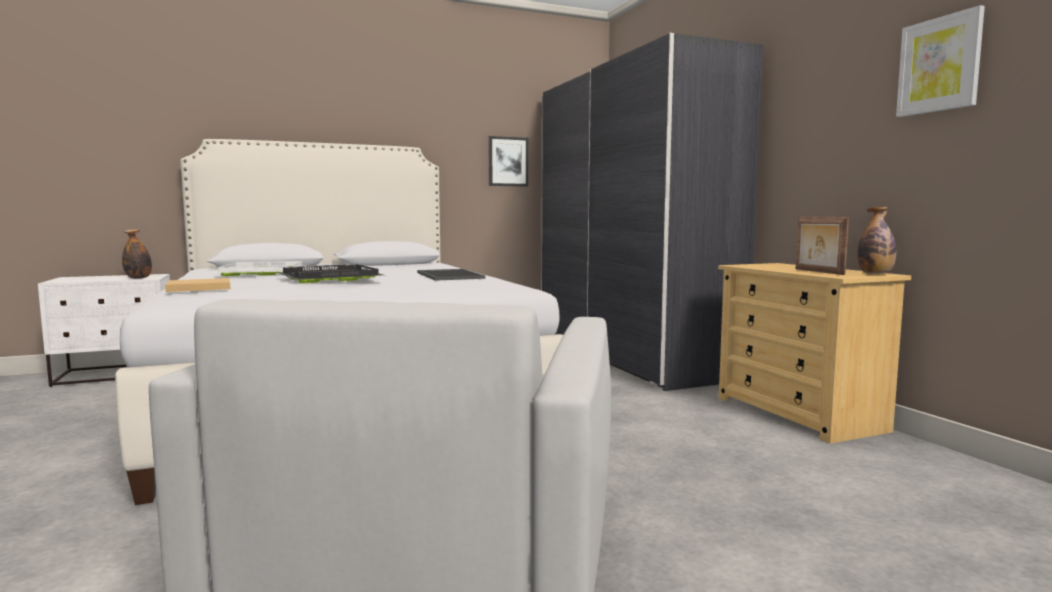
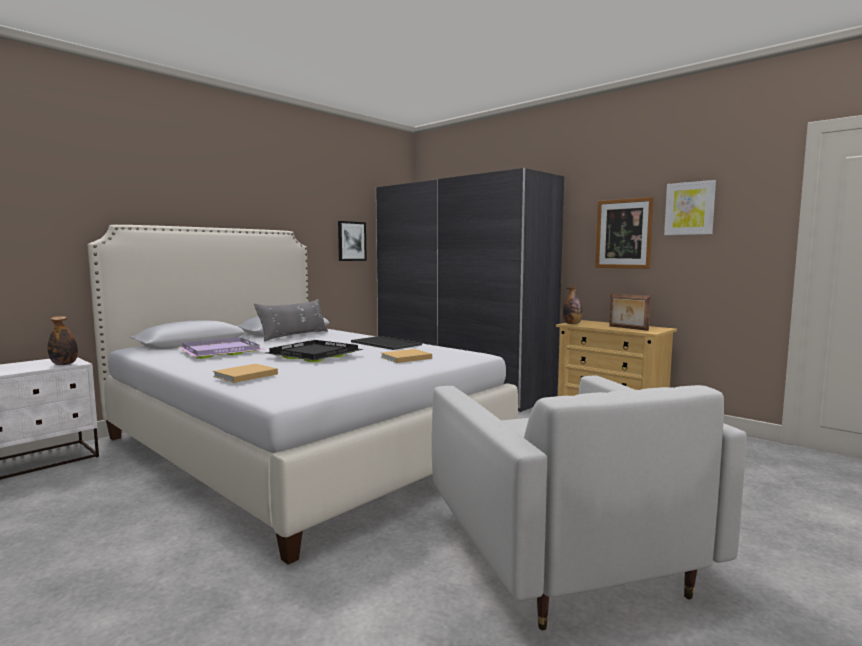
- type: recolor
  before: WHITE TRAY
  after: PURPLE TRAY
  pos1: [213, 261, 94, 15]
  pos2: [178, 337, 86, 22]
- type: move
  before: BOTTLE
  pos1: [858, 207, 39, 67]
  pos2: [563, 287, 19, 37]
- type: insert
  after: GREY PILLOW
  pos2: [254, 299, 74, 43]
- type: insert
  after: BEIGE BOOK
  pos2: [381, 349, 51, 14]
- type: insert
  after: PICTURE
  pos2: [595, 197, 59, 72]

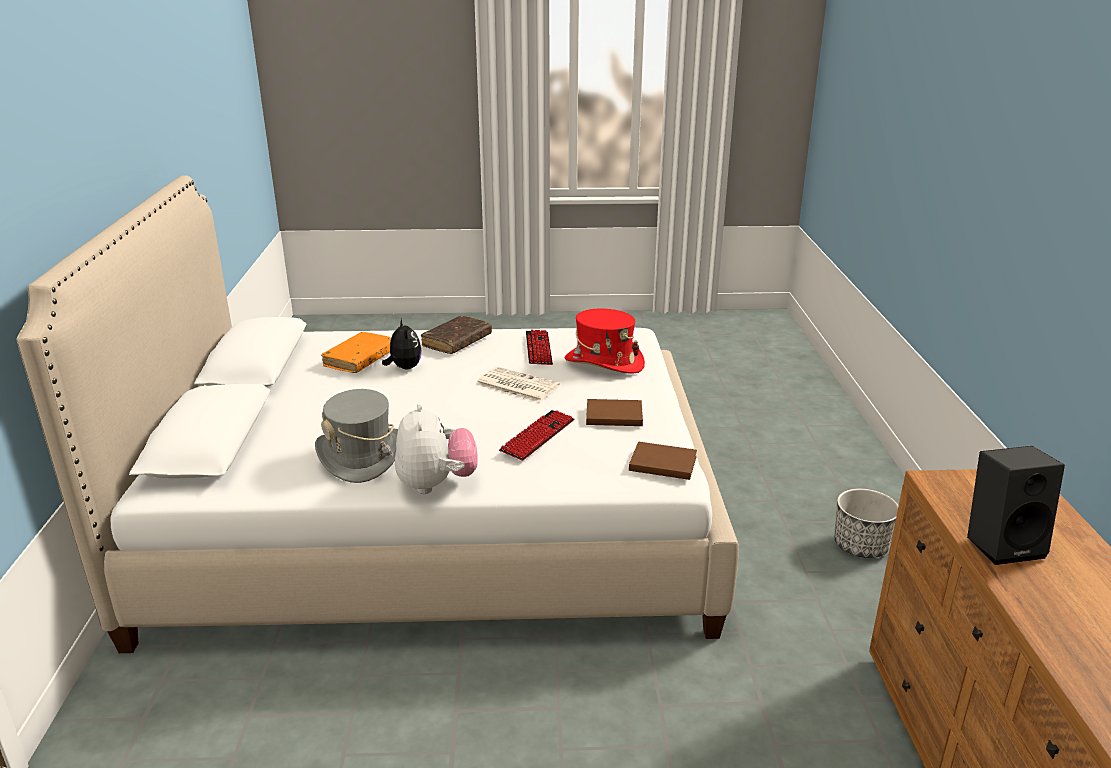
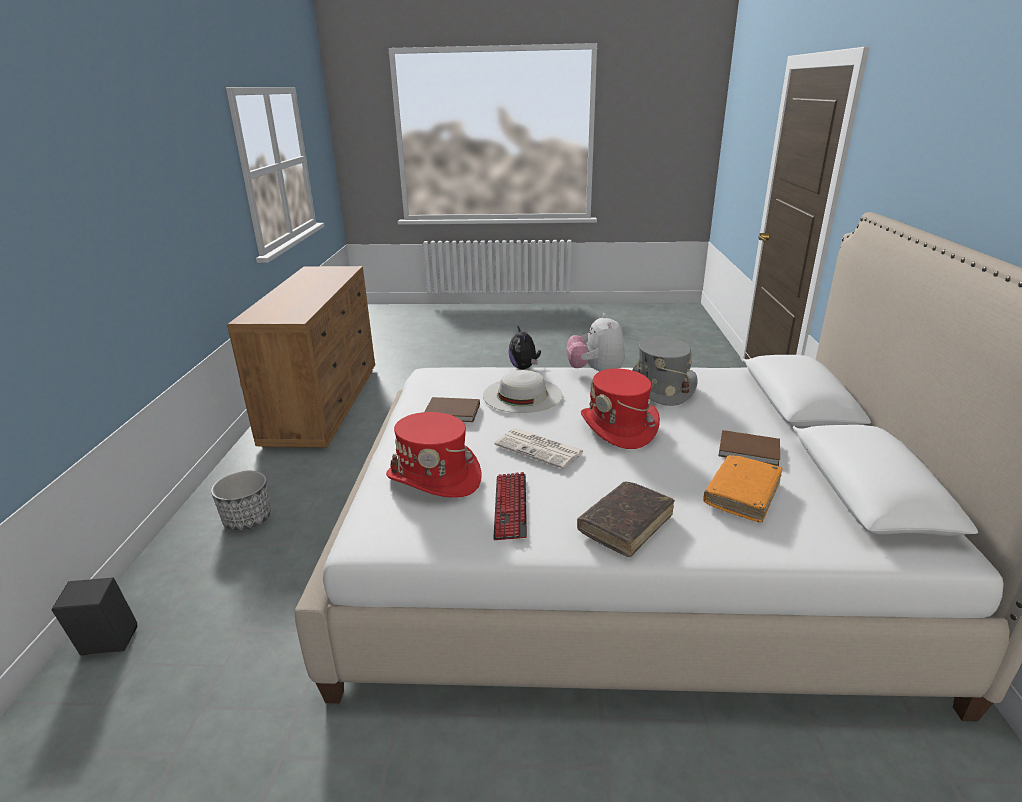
- type: move
  before: PLUSH TOY
  pos1: [382, 319, 40, 51]
  pos2: [508, 327, 33, 42]
- type: replace
  before: KEYBOARD
  after: WHITE HAT
  pos1: [499, 410, 75, 51]
  pos2: [483, 370, 79, 43]
- type: move
  before: BROWN BOOK
  pos1: [629, 441, 68, 39]
  pos2: [718, 430, 62, 36]
- type: move
  before: BLACK SPEAKER
  pos1: [967, 446, 98, 119]
  pos2: [51, 577, 86, 78]
- type: insert
  after: RED HAT
  pos2: [581, 368, 79, 81]

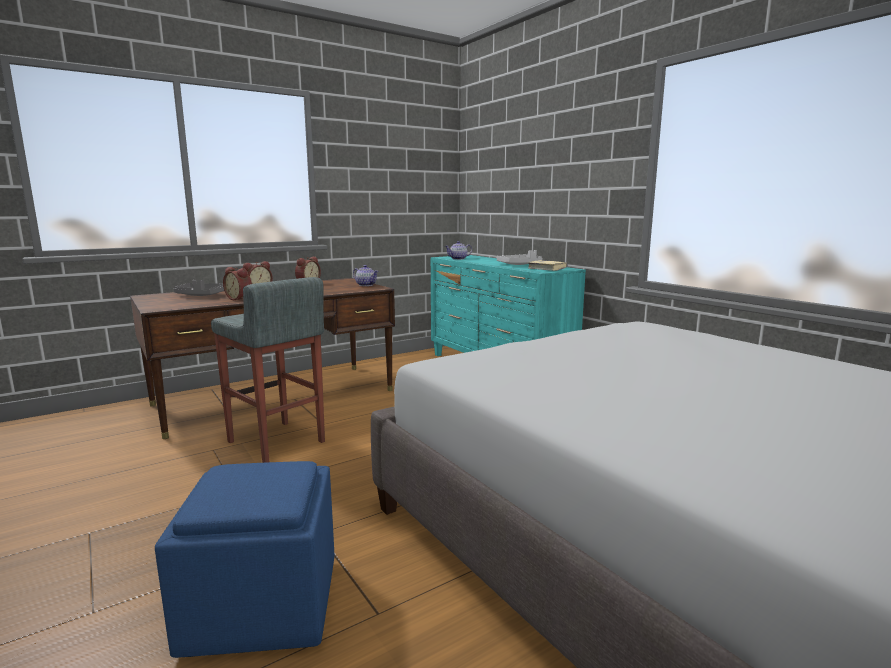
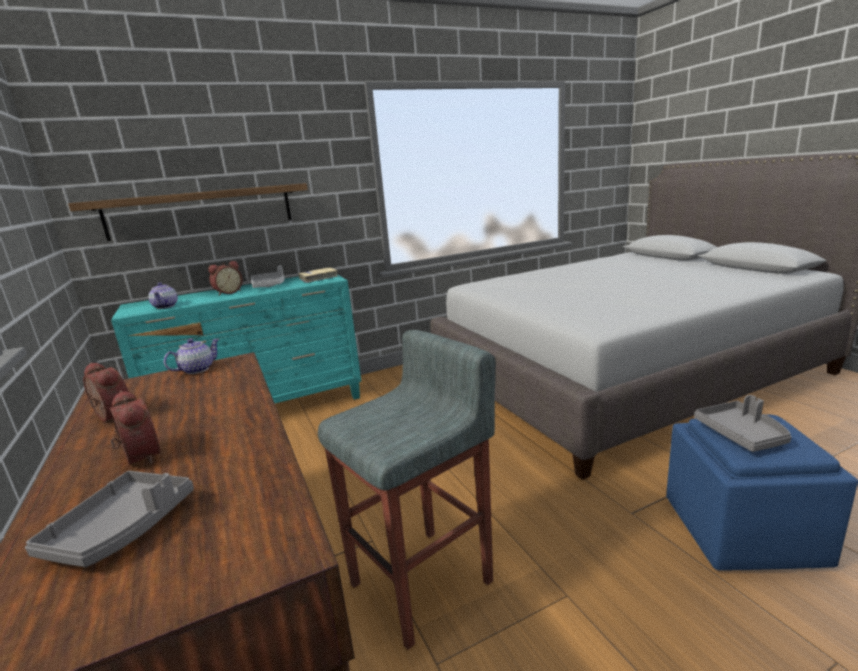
- type: move
  before: ALARM CLOCK
  pos1: [223, 267, 29, 33]
  pos2: [208, 261, 35, 35]
- type: insert
  after: SHELF
  pos2: [68, 183, 240, 58]
- type: insert
  after: GREY TRAY
  pos2: [694, 395, 98, 57]

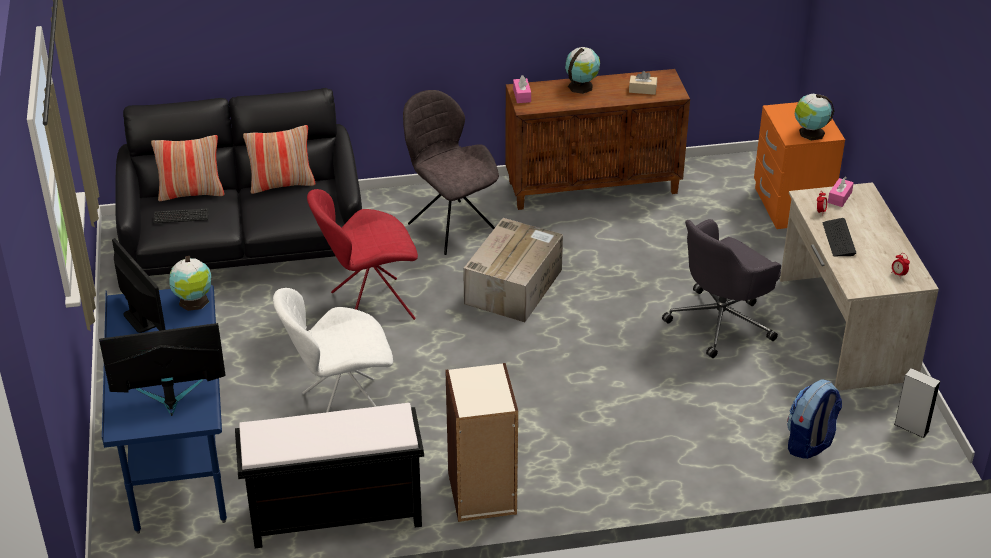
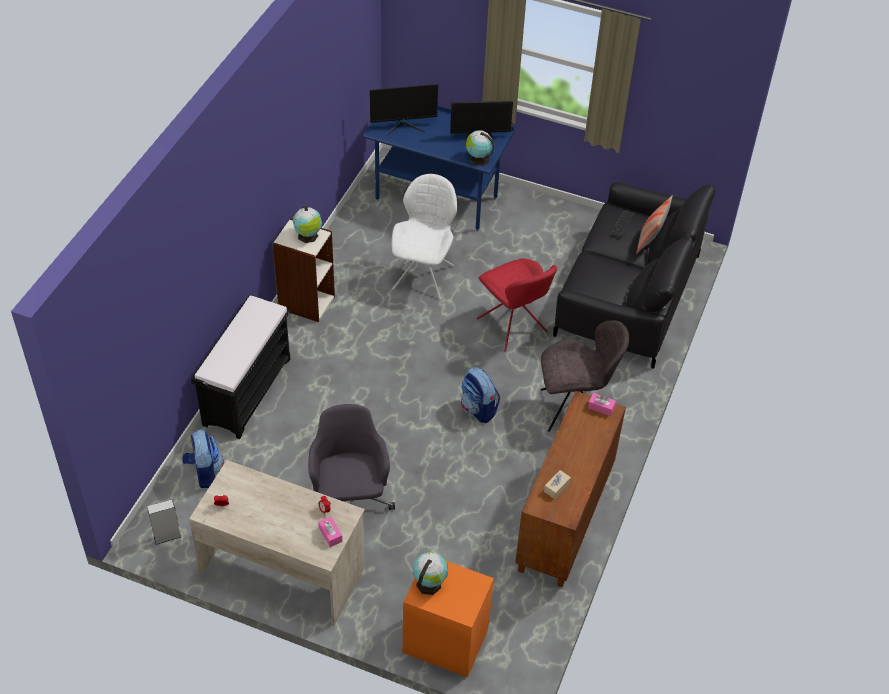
- type: rotate
  before: MONITOR
  pos1: [99, 323, 126, 93]
  pos2: [370, 84, 68, 52]
  turn: 60
- type: move
  before: BLACK BENCH
  pos1: [235, 403, 189, 145]
  pos2: [191, 295, 100, 144]
- type: delete
  before: PILLOW
  pos1: [243, 125, 73, 69]
- type: rotate
  before: RED CHAIR
  pos1: [307, 189, 111, 131]
  pos2: [477, 258, 80, 94]
  turn: 135
- type: replace
  before: CARDBOARD BOX
  after: BACKPACK
  pos1: [463, 218, 100, 104]
  pos2: [461, 367, 39, 56]
- type: move
  before: GLOBE
  pos1: [565, 47, 35, 47]
  pos2: [293, 206, 29, 37]
- type: delete
  before: KEYBOARD
  pos1: [823, 218, 33, 38]

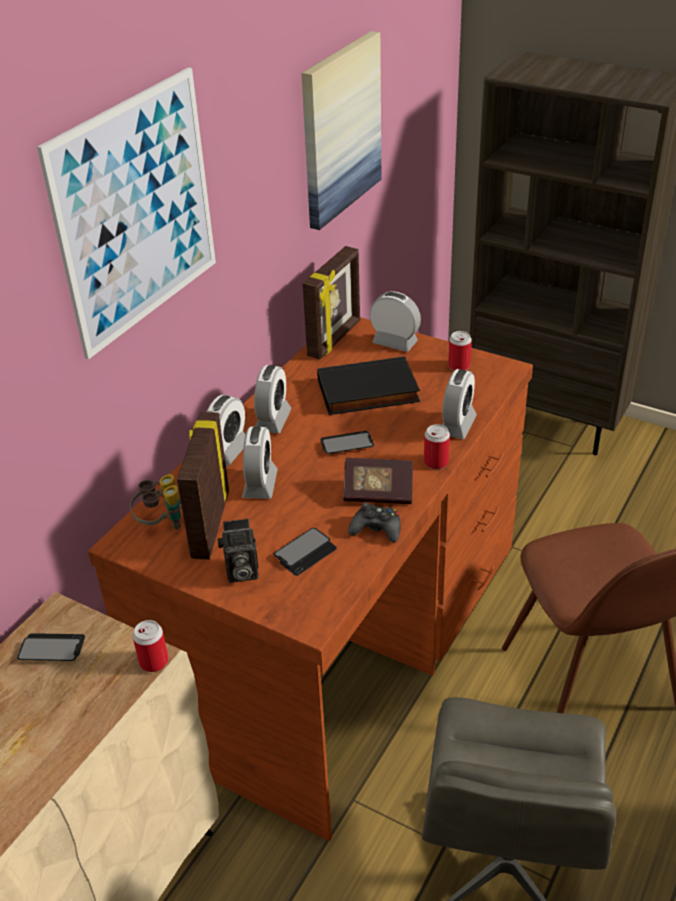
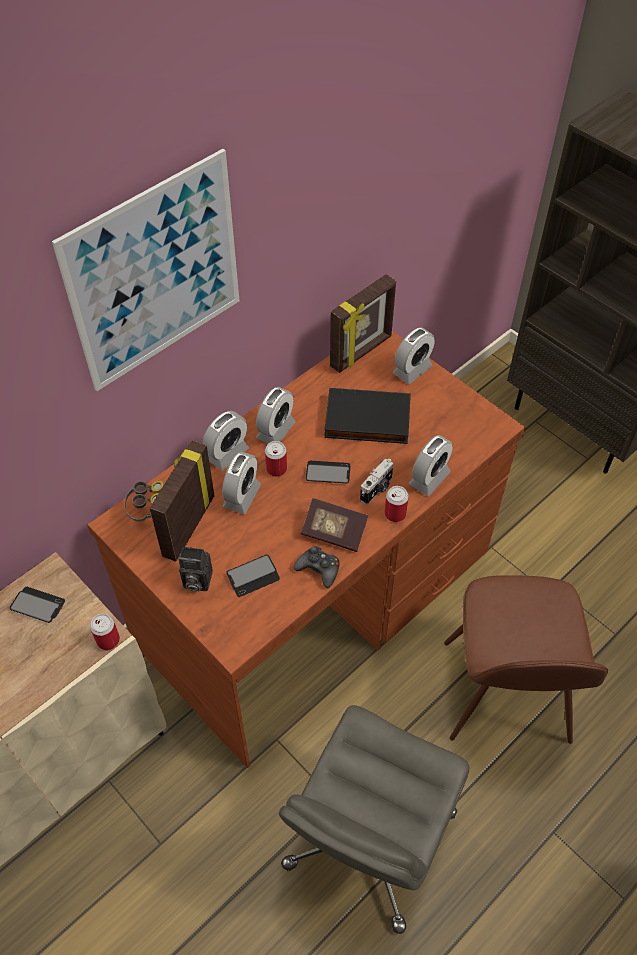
- type: delete
  before: PICTURE
  pos1: [301, 31, 80, 199]
- type: rotate
  before: ALARM CLOCK
  pos1: [370, 291, 51, 61]
  pos2: [393, 328, 42, 56]
  turn: 90
- type: move
  before: CAN
  pos1: [448, 331, 24, 40]
  pos2: [265, 441, 22, 36]
- type: insert
  after: PHOTO CAMERA
  pos2: [360, 458, 34, 47]

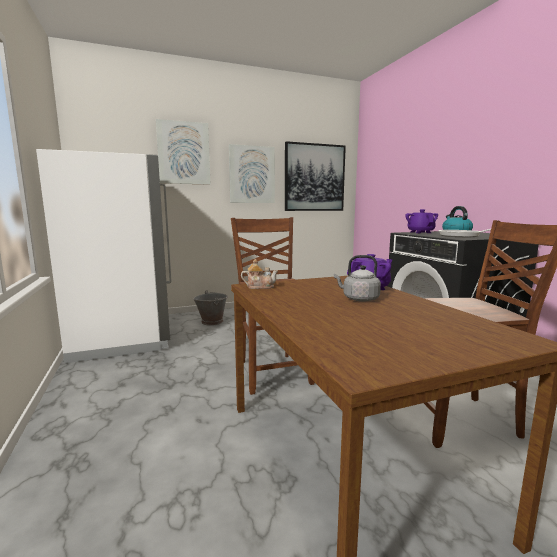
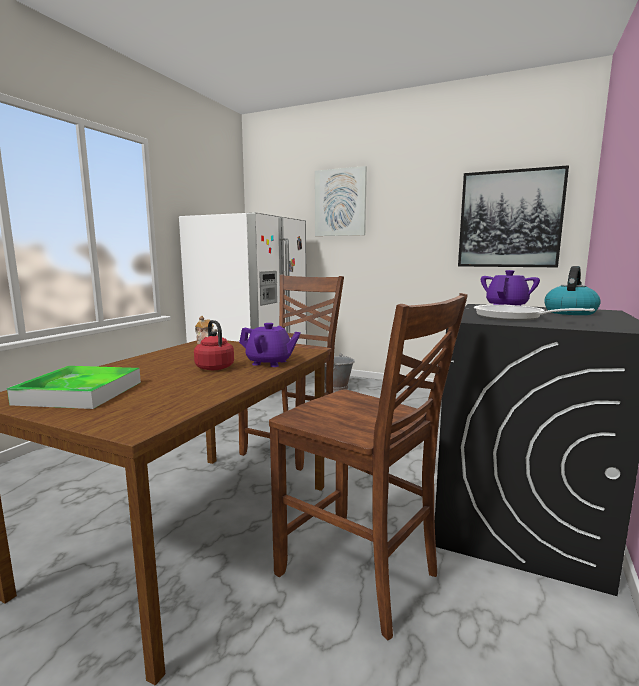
- type: delete
  before: PICTURE
  pos1: [229, 144, 46, 59]
- type: recolor
  before: GREY KETTLE
  after: RED KETTLE
  pos1: [334, 255, 47, 47]
  pos2: [194, 320, 40, 50]
- type: insert
  after: TRAY
  pos2: [7, 366, 134, 43]

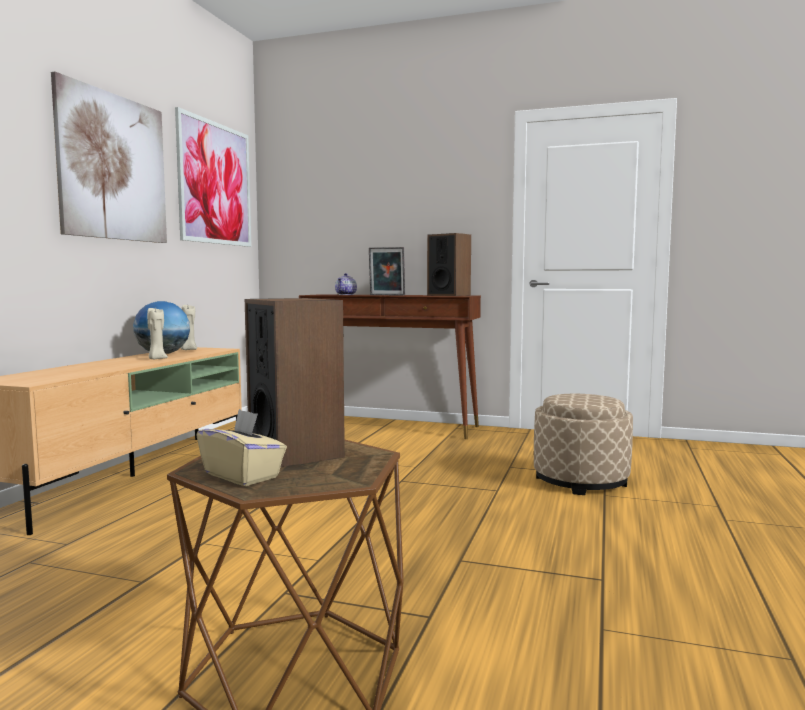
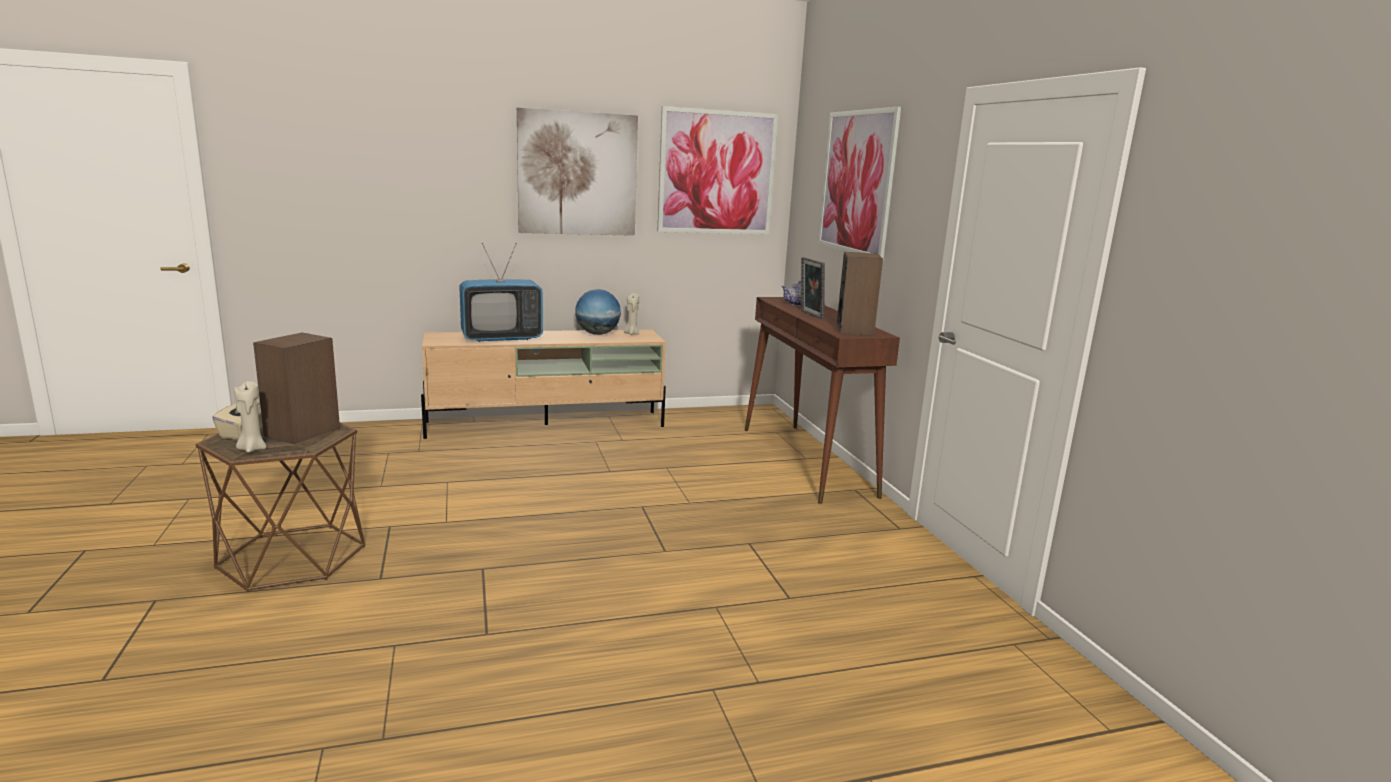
- type: move
  before: BEIGE CANDLE
  pos1: [147, 308, 21, 51]
  pos2: [234, 381, 33, 72]
- type: delete
  before: BEIGE OTTOMAN
  pos1: [534, 394, 99, 101]
- type: insert
  after: TELEVISION
  pos2: [459, 243, 84, 99]
- type: insert
  after: PICTURE
  pos2: [818, 107, 83, 152]

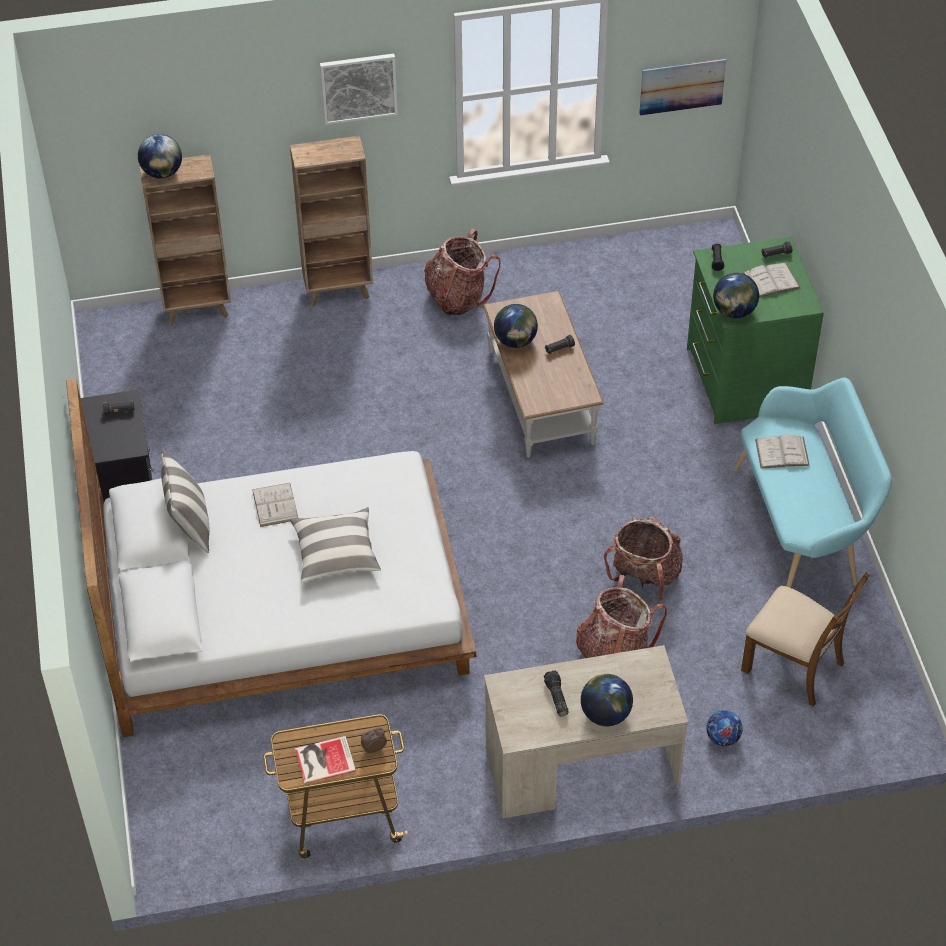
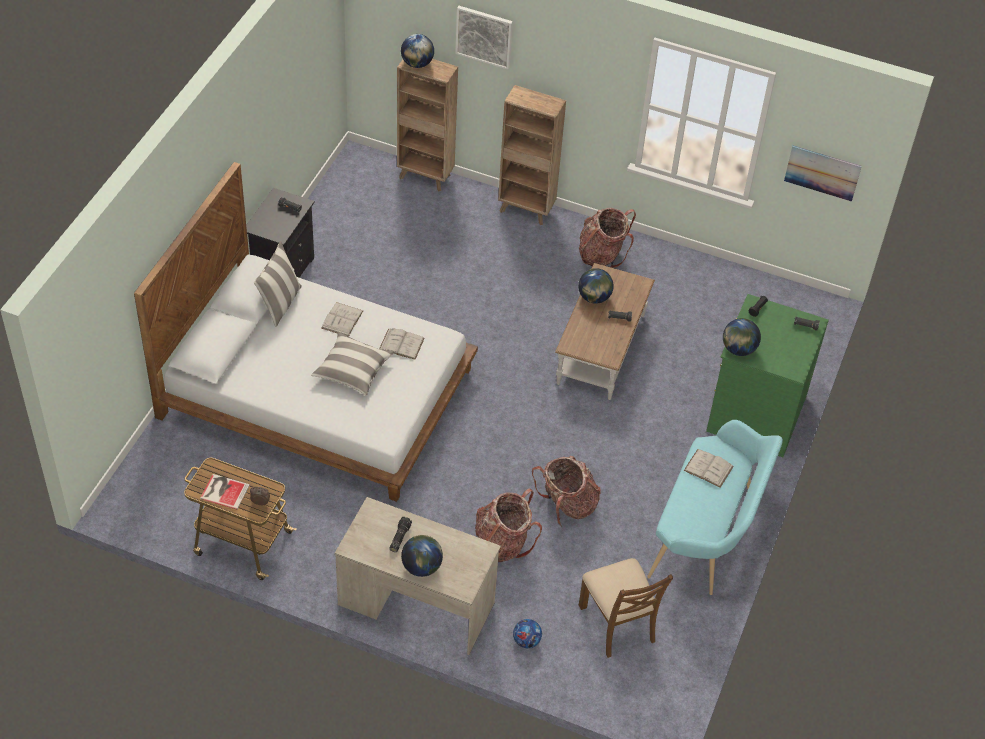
- type: move
  before: PICTURE
  pos1: [320, 54, 78, 71]
  pos2: [455, 6, 58, 64]
- type: move
  before: WHITE BOOK
  pos1: [743, 263, 57, 34]
  pos2: [379, 328, 46, 32]

